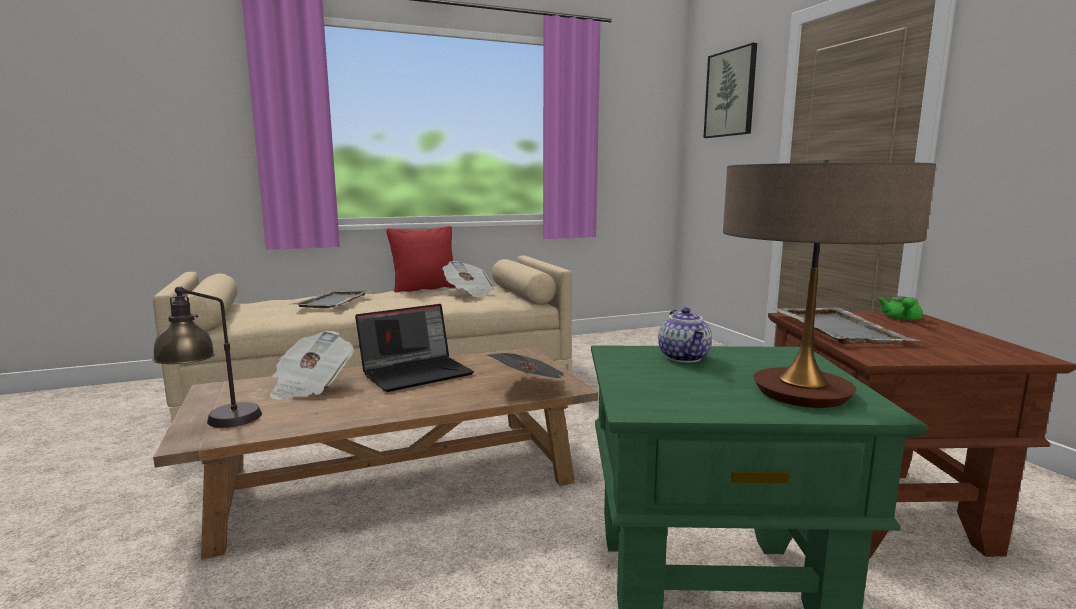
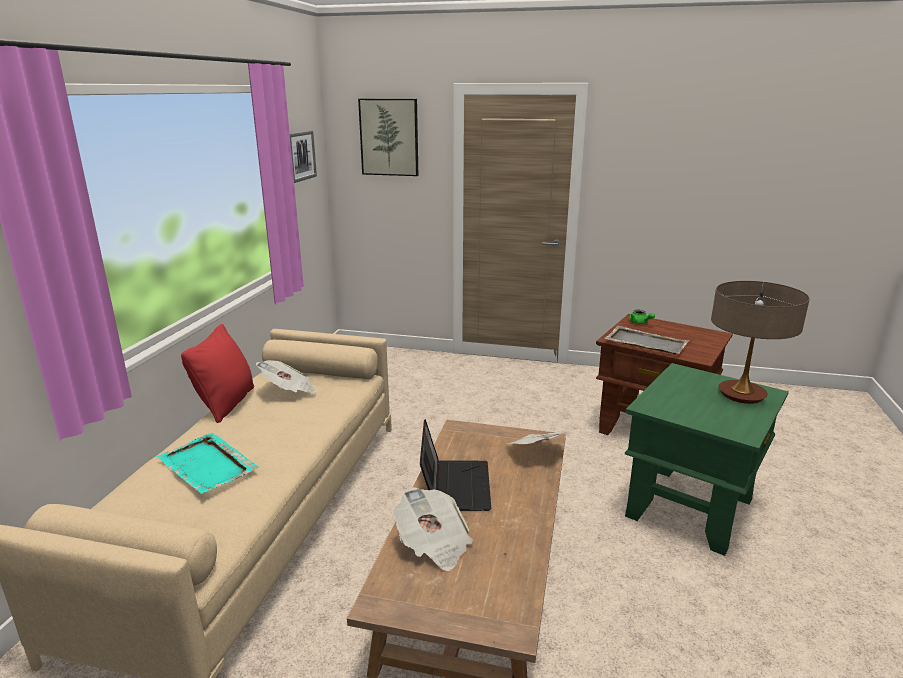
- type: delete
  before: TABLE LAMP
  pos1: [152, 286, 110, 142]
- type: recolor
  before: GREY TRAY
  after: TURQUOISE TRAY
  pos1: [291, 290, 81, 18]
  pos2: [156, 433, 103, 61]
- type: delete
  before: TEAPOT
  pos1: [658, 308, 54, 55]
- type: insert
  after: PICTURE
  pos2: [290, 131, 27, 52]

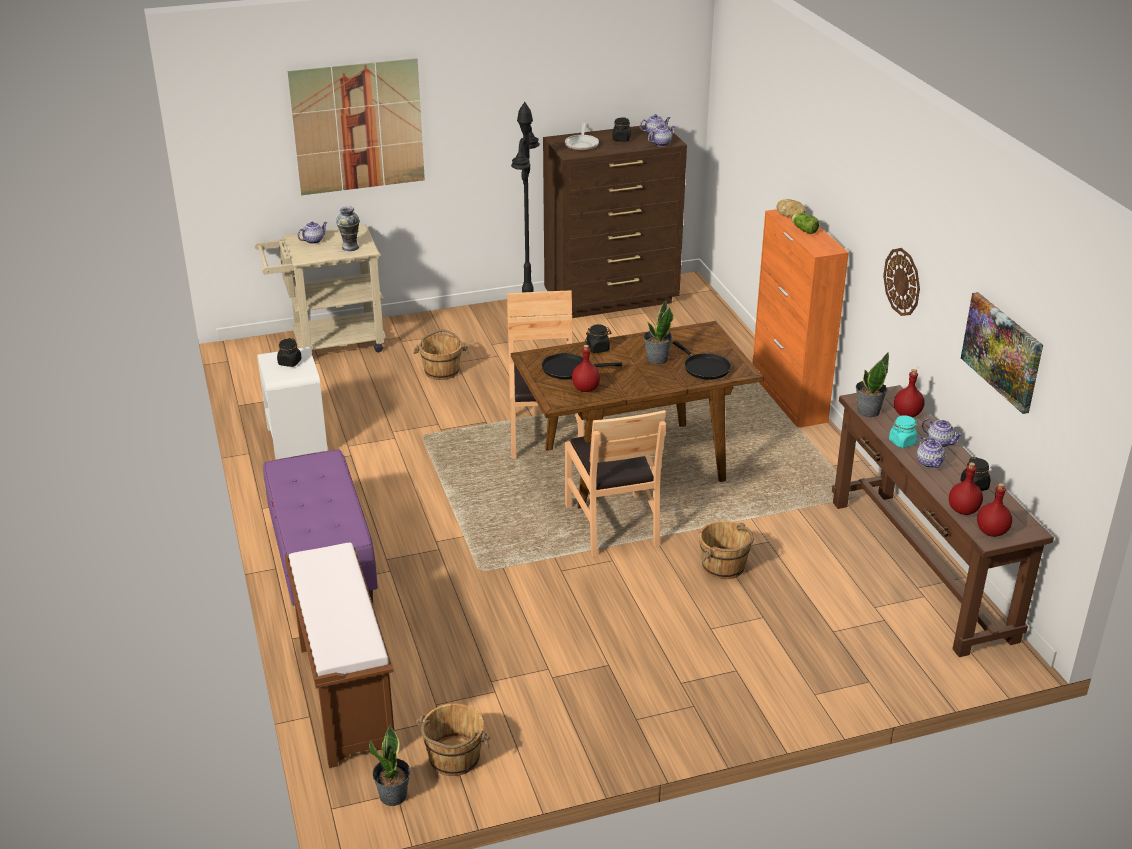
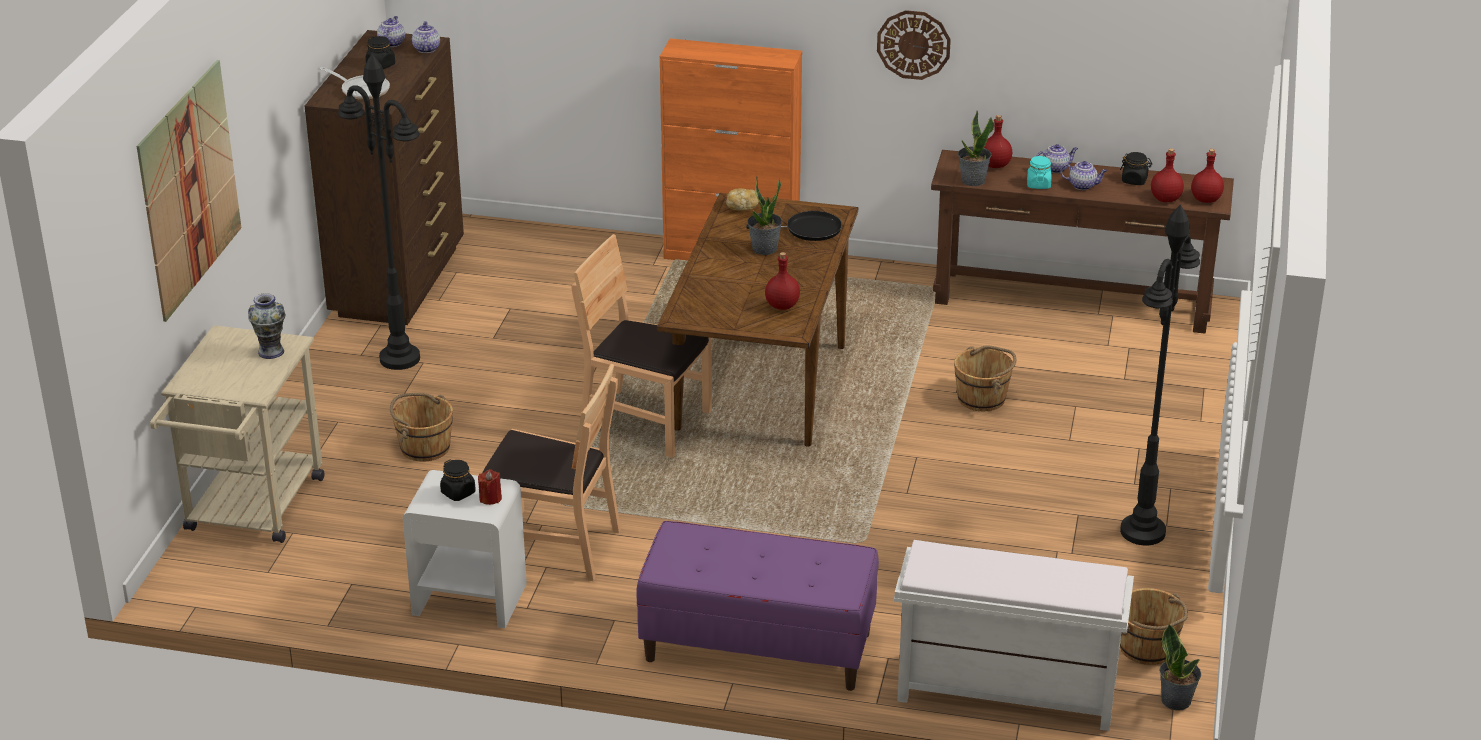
- type: recolor
  before: BROWN BENCH
  after: WHITE BENCH
  pos1: [285, 542, 109, 226]
  pos2: [894, 540, 240, 191]
- type: delete
  before: TEAPOT
  pos1: [298, 222, 29, 22]
- type: delete
  before: BLACK FRYING PAN
  pos1: [541, 353, 81, 26]
- type: move
  before: BROWN CHAIR
  pos1: [565, 410, 101, 147]
  pos2: [482, 364, 139, 217]
- type: delete
  before: BLACK JAR
  pos1: [585, 324, 27, 29]
- type: move
  before: BREAD
  pos1: [776, 199, 30, 19]
  pos2: [726, 188, 33, 22]
- type: delete
  before: LETTUCE
  pos1: [791, 213, 29, 21]
- type: delete
  before: PICTURE
  pos1: [961, 292, 82, 122]
- type: insert
  after: RED CANDLE
  pos2: [478, 470, 24, 35]
- type: insert
  after: BLACK FLOOR LAMP
  pos2: [1120, 205, 80, 341]

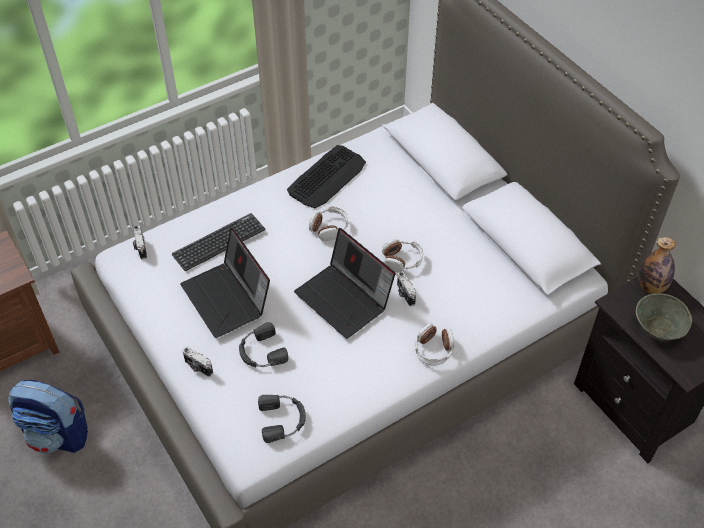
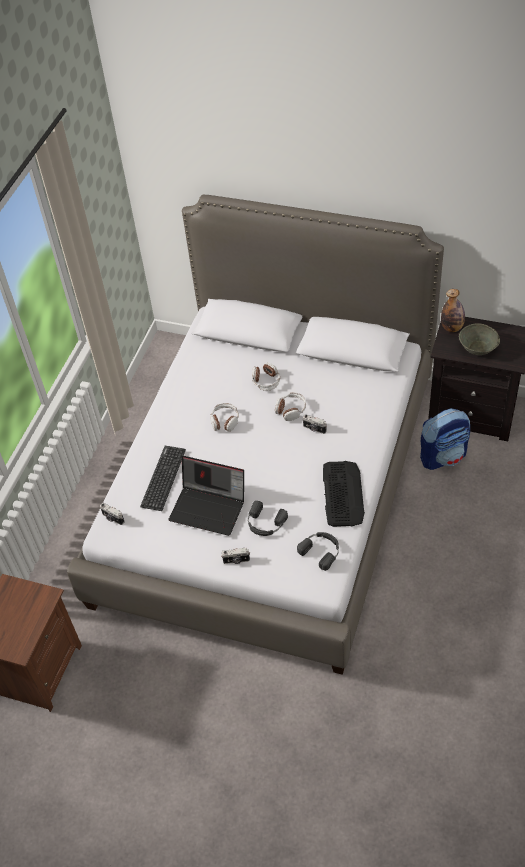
- type: move
  before: BACKPACK
  pos1: [8, 380, 80, 73]
  pos2: [420, 408, 50, 62]
- type: move
  before: KEYBOARD
  pos1: [287, 145, 79, 63]
  pos2: [323, 461, 42, 66]
- type: delete
  before: LAPTOP
  pos1: [294, 228, 102, 111]
- type: move
  before: HEADPHONES
  pos1: [415, 323, 39, 42]
  pos2: [252, 362, 28, 29]

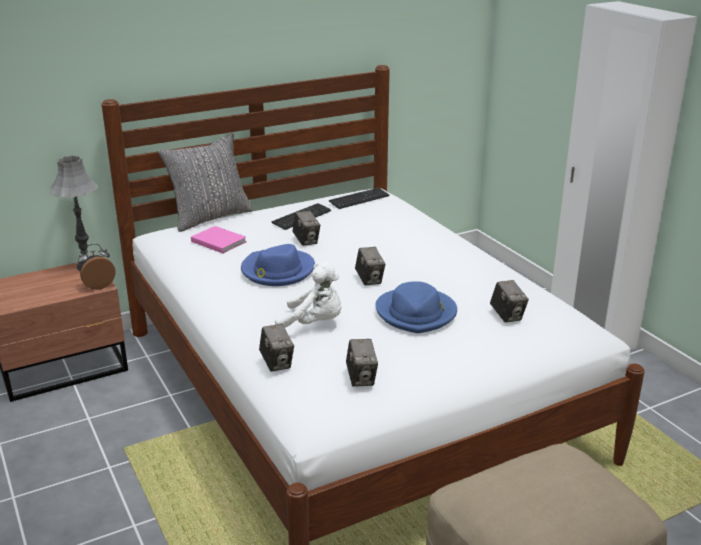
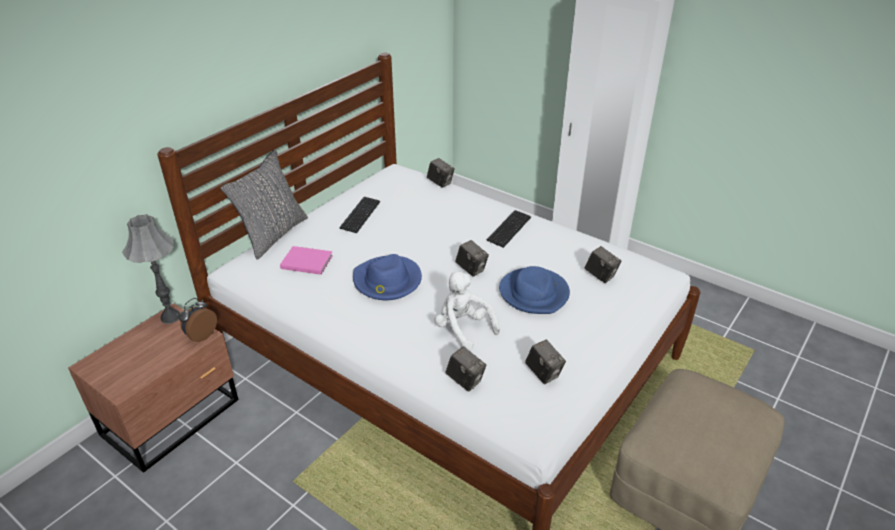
- type: rotate
  before: WHITE PLUSH TOY
  pos1: [275, 261, 66, 67]
  pos2: [435, 272, 65, 79]
  turn: -120
- type: move
  before: PHOTO CAMERA
  pos1: [292, 211, 28, 35]
  pos2: [427, 158, 28, 30]
- type: move
  before: KEYBOARD
  pos1: [329, 187, 60, 22]
  pos2: [487, 210, 44, 38]

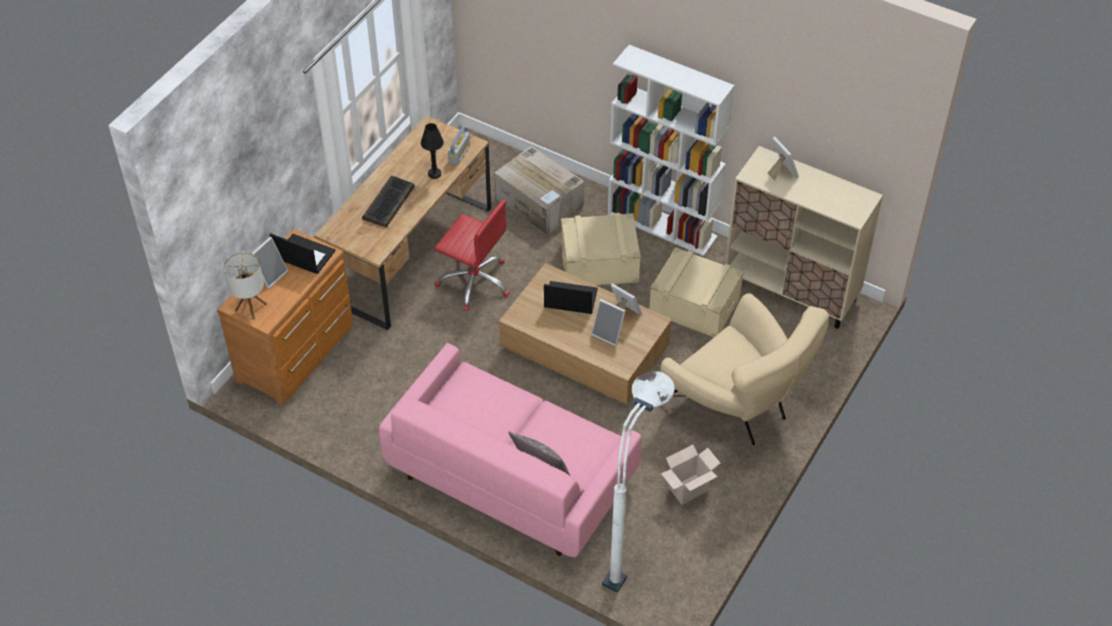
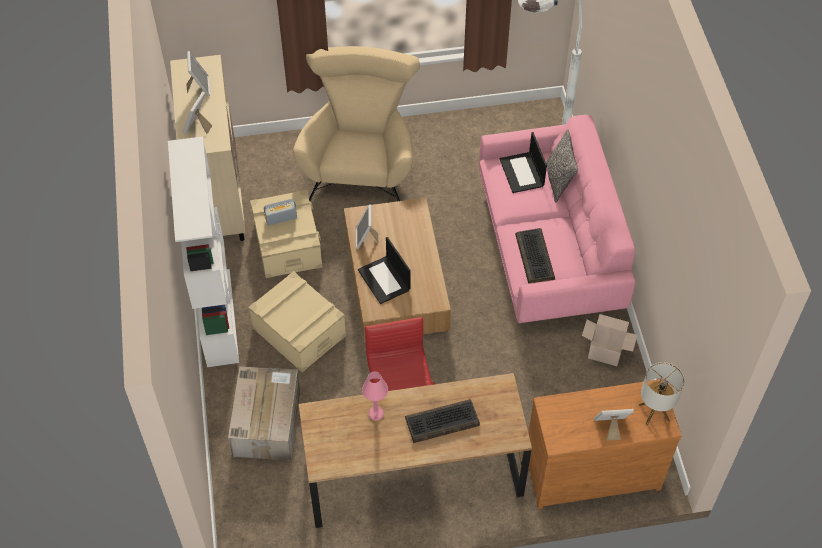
- type: move
  before: LAPTOP
  pos1: [269, 233, 67, 41]
  pos2: [500, 132, 47, 61]
- type: recolor
  before: BLACK TABLE LAMP
  after: PINK TABLE LAMP
  pos1: [421, 123, 23, 56]
  pos2: [362, 372, 26, 49]
- type: move
  before: RADIO
  pos1: [448, 126, 22, 39]
  pos2: [264, 199, 33, 27]
- type: move
  before: PICTURE FRAME
  pos1: [591, 299, 35, 47]
  pos2: [187, 51, 23, 45]
- type: move
  before: CARDBOARD BOX
  pos1: [661, 445, 59, 60]
  pos2: [582, 314, 55, 52]
- type: insert
  after: KEYBOARD
  pos2: [515, 228, 40, 55]

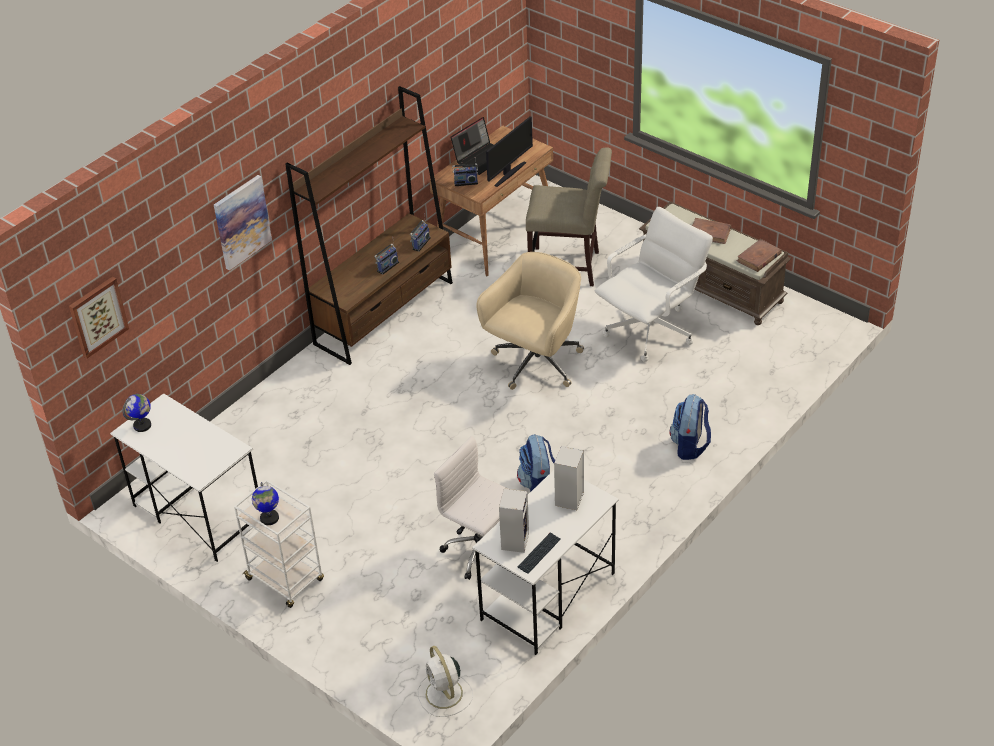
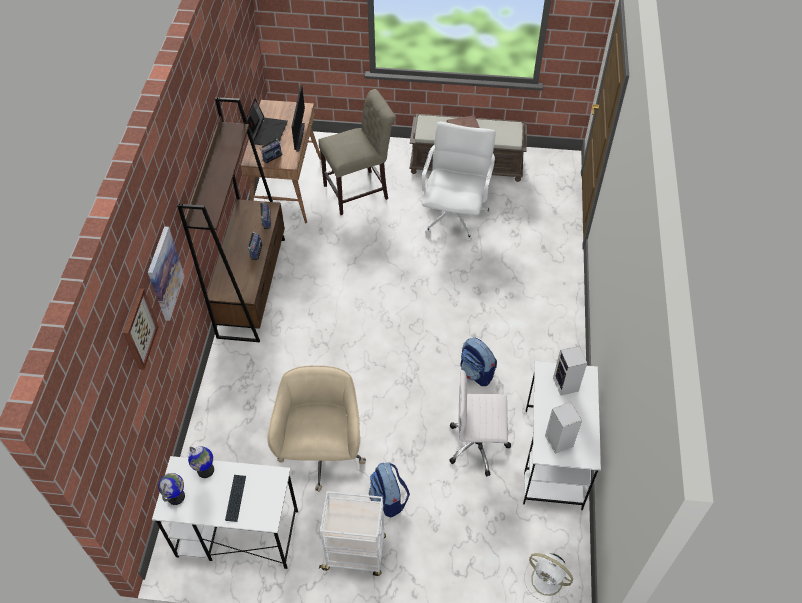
- type: move
  before: PICTURE
  pos1: [69, 277, 60, 81]
  pos2: [123, 288, 36, 82]
- type: move
  before: GLOBE
  pos1: [252, 482, 27, 43]
  pos2: [188, 447, 26, 31]
- type: move
  before: BEIGE OFFICE CHAIR
  pos1: [477, 252, 107, 138]
  pos2: [267, 365, 99, 127]
- type: move
  before: KEYBOARD
  pos1: [518, 532, 43, 42]
  pos2: [225, 475, 21, 47]
- type: move
  before: BACKPACK
  pos1: [669, 394, 42, 66]
  pos2: [369, 463, 41, 54]
- type: delete
  before: BROWN BOOK
  pos1: [736, 239, 46, 33]

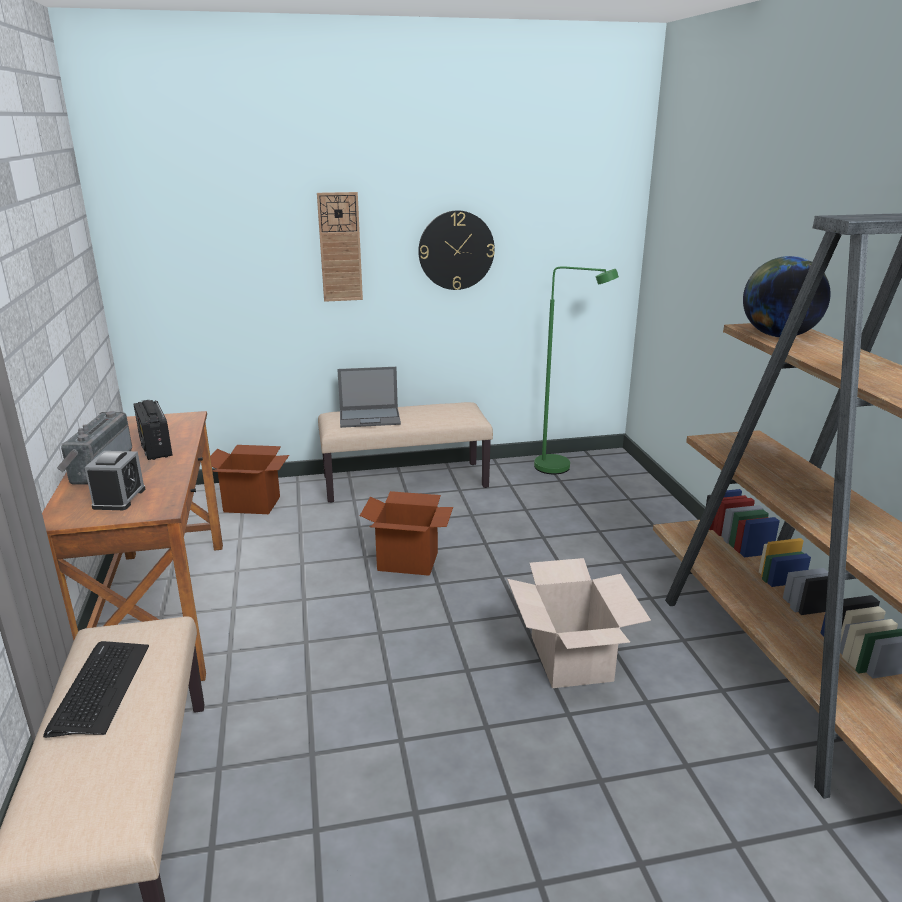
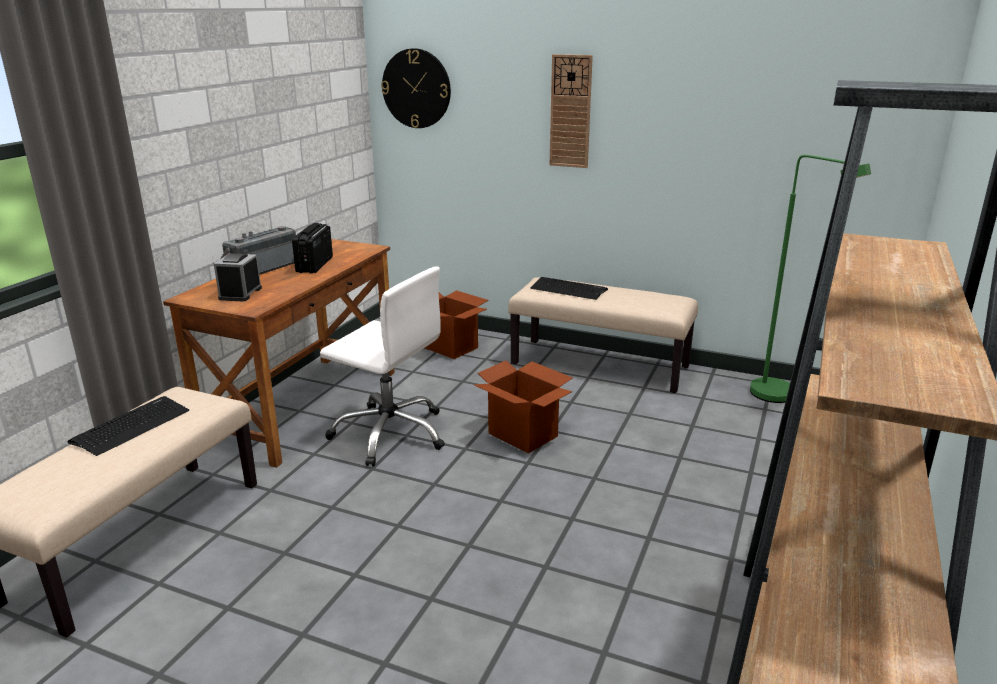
- type: rotate
  before: ALARM CLOCK
  pos1: [84, 451, 61, 59]
  pos2: [214, 254, 48, 47]
  turn: 150
- type: replace
  before: LAPTOP
  after: KEYBOARD
  pos1: [337, 367, 64, 61]
  pos2: [530, 277, 78, 23]
- type: move
  before: WALL CLOCK
  pos1: [418, 211, 77, 79]
  pos2: [381, 48, 70, 80]
- type: delete
  before: CARDBOARD BOX
  pos1: [507, 558, 144, 130]
- type: delete
  before: GLOBE
  pos1: [743, 256, 88, 81]
- type: insert
  after: WHITE OFFICE CHAIR
  pos2: [320, 266, 125, 200]

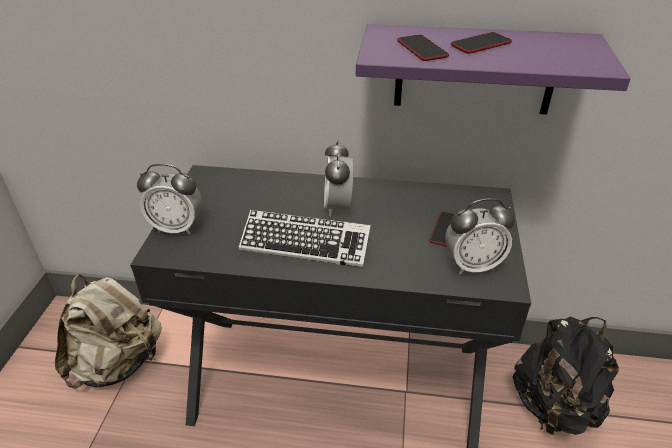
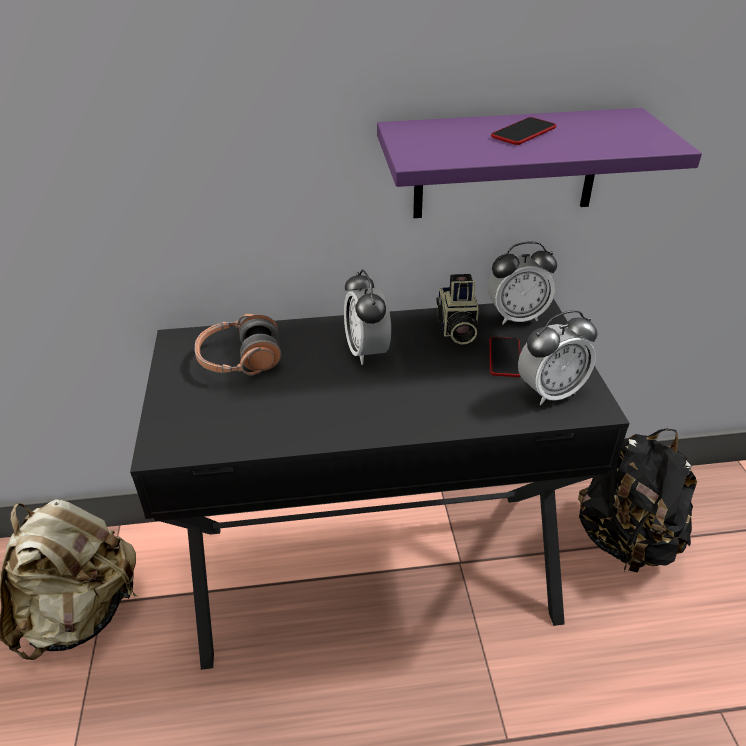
- type: move
  before: ALARM CLOCK
  pos1: [137, 164, 65, 71]
  pos2: [488, 241, 69, 84]
- type: delete
  before: KEYBOARD
  pos1: [239, 210, 132, 58]
- type: delete
  before: PHONE
  pos1: [397, 35, 52, 26]
- type: insert
  after: HEADPHONES
  pos2: [195, 314, 86, 62]
- type: insert
  after: PHOTO CAMERA
  pos2: [436, 274, 43, 71]

